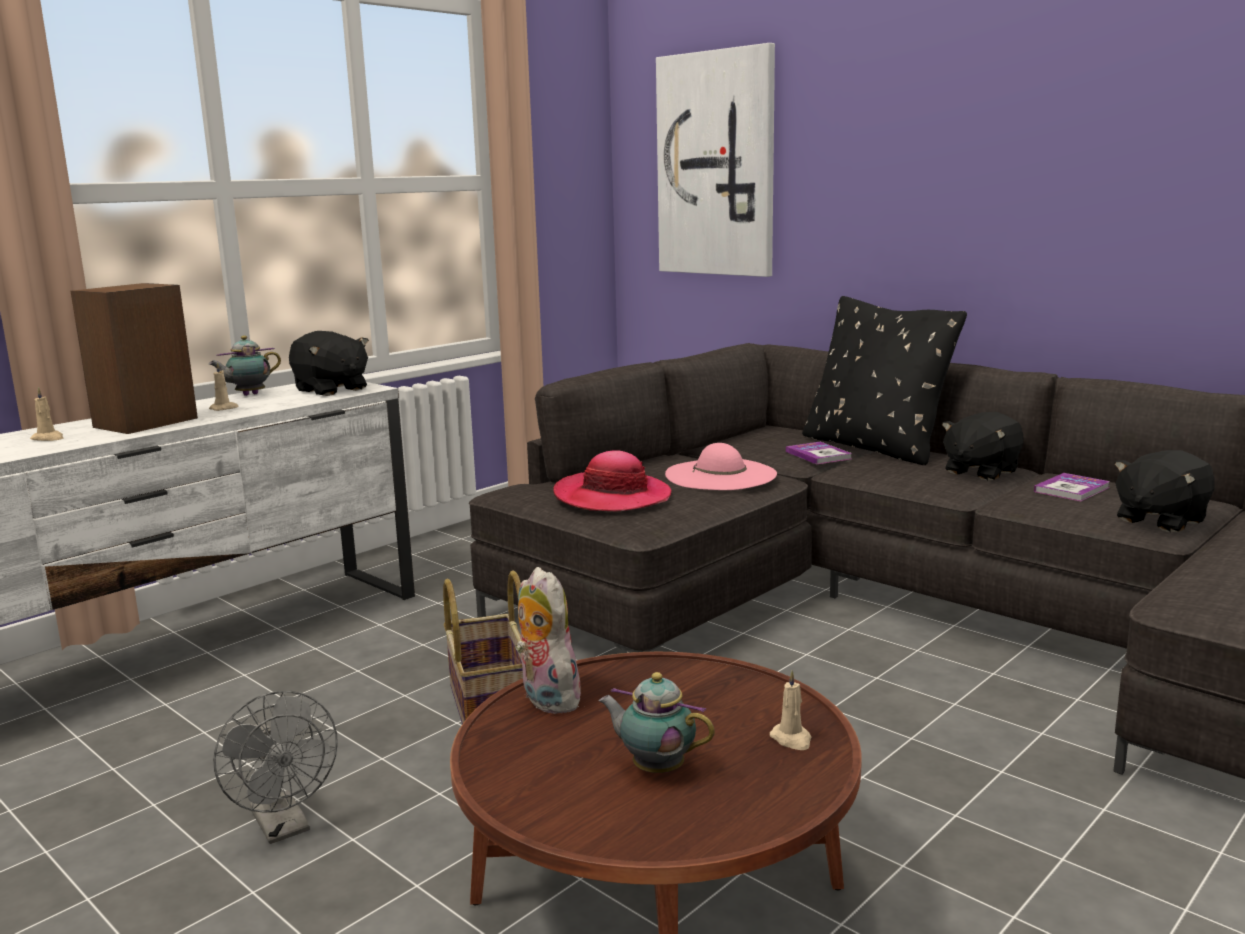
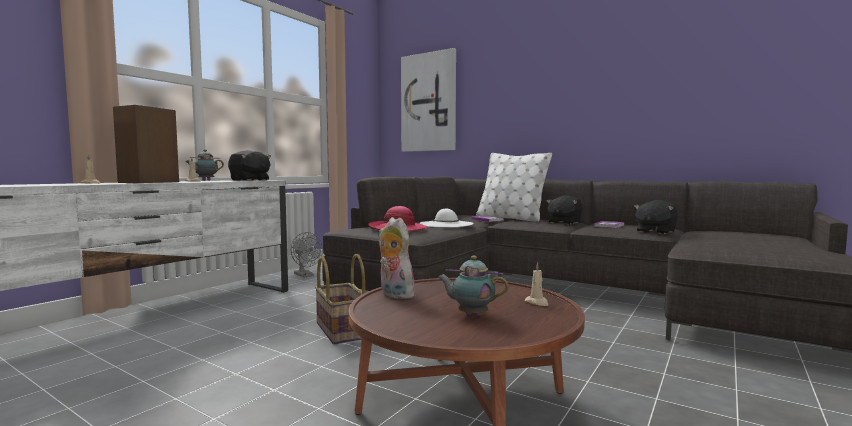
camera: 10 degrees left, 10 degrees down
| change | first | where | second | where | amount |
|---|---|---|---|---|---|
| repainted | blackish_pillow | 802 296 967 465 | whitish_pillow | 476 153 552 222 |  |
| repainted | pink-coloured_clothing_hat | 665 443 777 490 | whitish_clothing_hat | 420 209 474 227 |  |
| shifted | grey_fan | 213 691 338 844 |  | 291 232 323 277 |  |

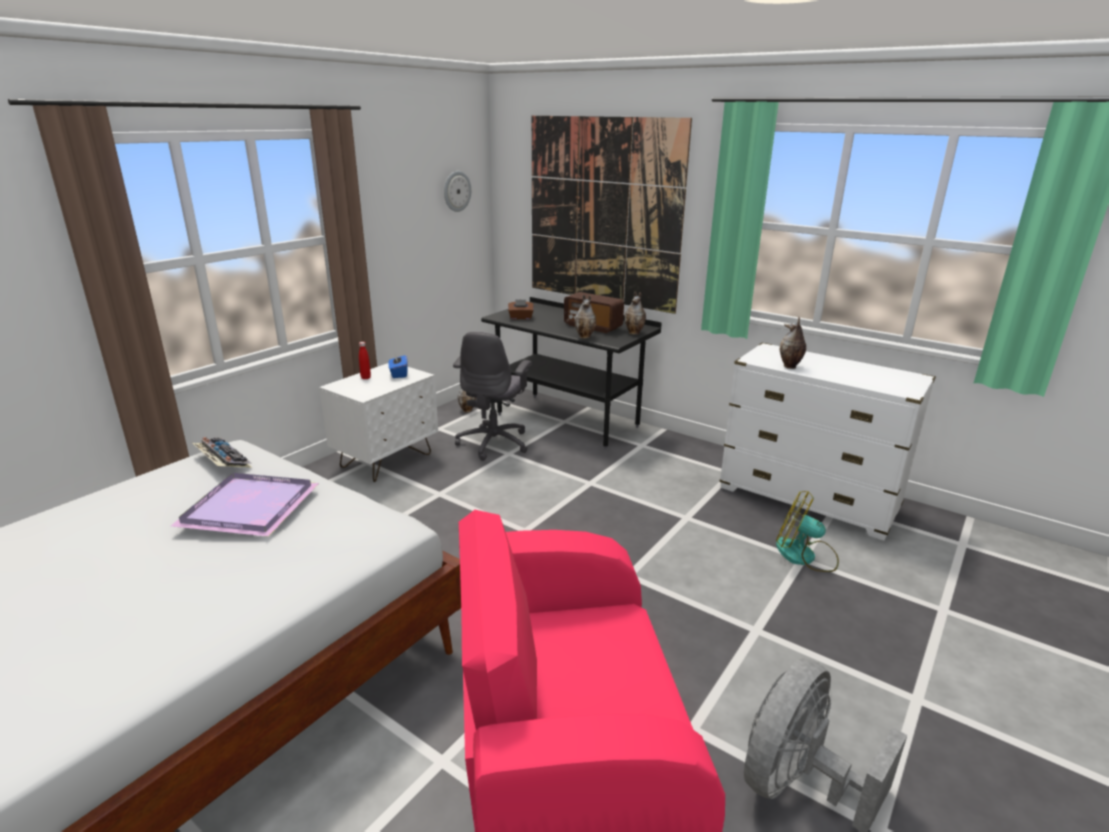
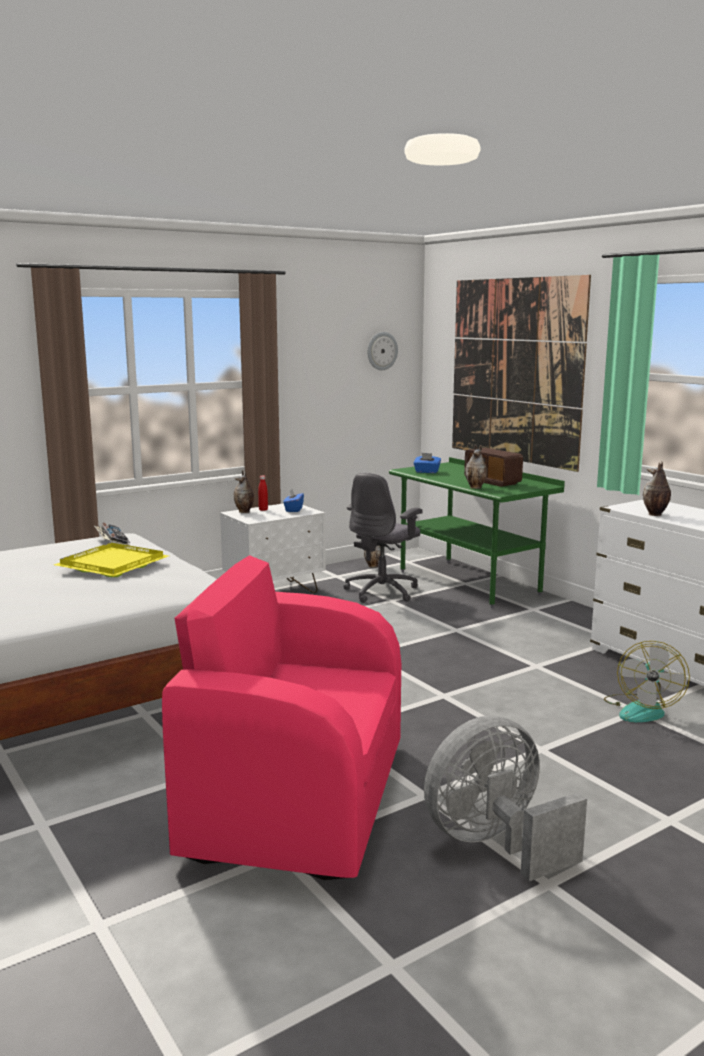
camera: 20 degrees right, 10 degrees down
| change | first | where | second | where | amount |
|---|---|---|---|---|---|
| shifted | flower_vase | 624 291 646 335 |  | 233 470 254 513 |  |
| repainted | blackish_desk_unit | 481 297 662 450 | green-coloured_desk_unit | 389 457 565 608 |  |
| repainted | brown-coloured_tissue_holder | 508 299 533 319 | bluish_tissue_holder | 414 453 441 473 |  |
| repainted | purple_carrying_tray | 171 473 319 537 | yellowish_carrying_tray | 54 543 168 577 |  |
| rotated | fan | 776 491 839 572 |  | 604 641 690 722 | 120 degrees counterclockwise |

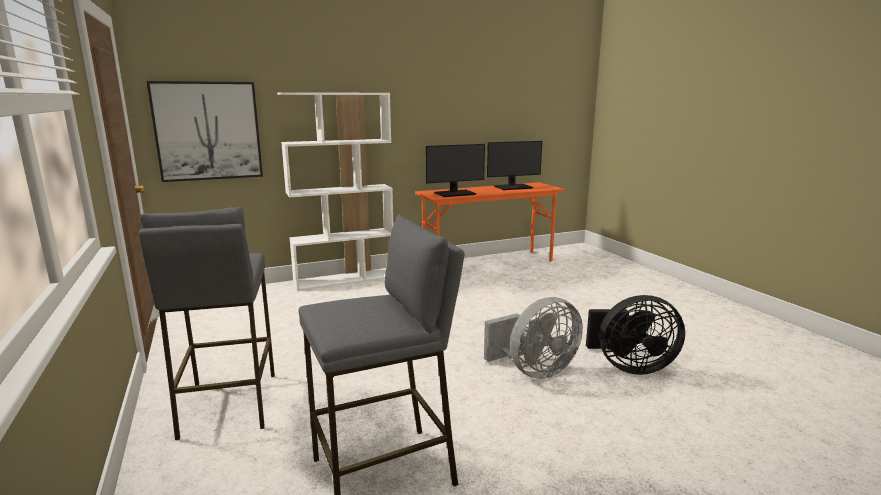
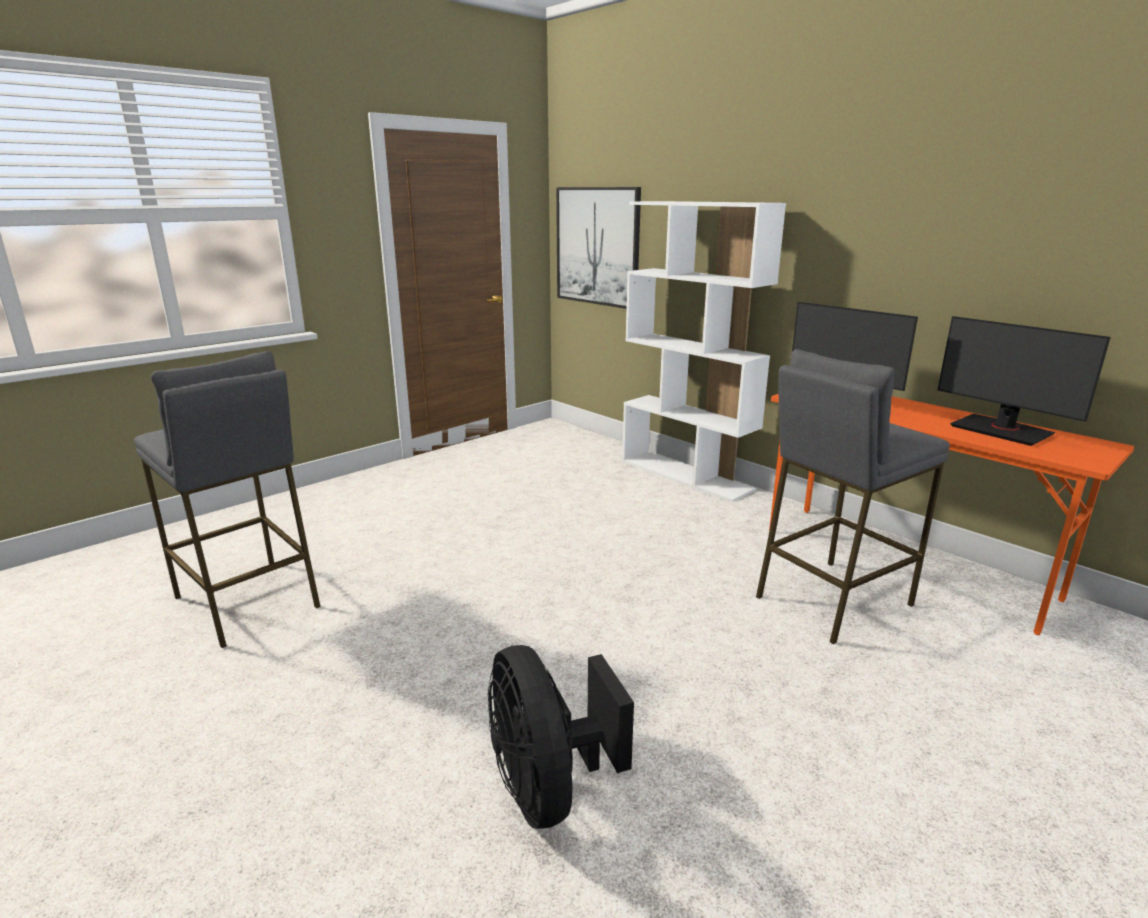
camera: 70 degrees right, 5 degrees up
| change | first | where | second | where | amount |
|---|---|---|---|---|---|
| shifted | grey_stool_seat | 139 207 275 440 |  | 756 349 950 644 |  |
| gone | grey_fan | 484 297 583 379 |  |  |  |

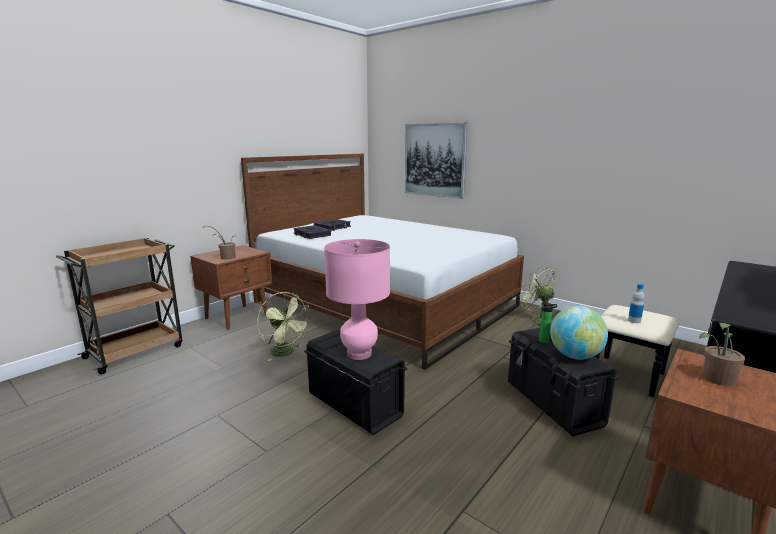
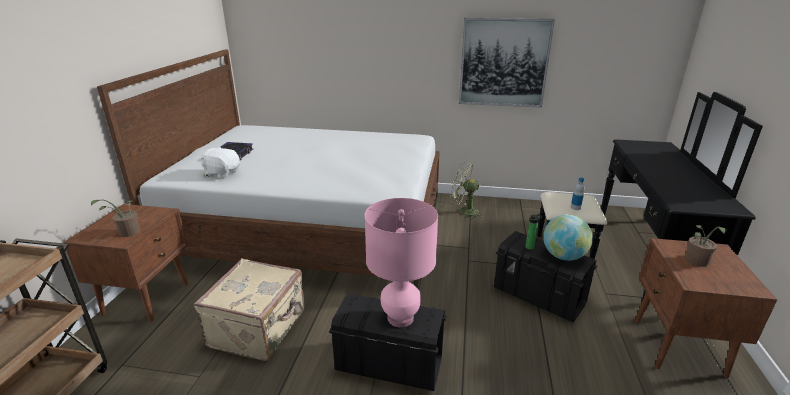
camera: 30 degrees left, 10 degrees up
| change | first | where | second | where | amount |
|---|---|---|---|---|---|
| shifted | wall_picture | 405 123 468 199 |  | 459 18 555 108 |  |
| swapped | bound_book | 293 225 331 239 | whitish_cuddly_toy | 199 147 240 179 |  |
| swapped | green-coloured_fan | 257 292 311 361 | sand-coloured_travel_case | 194 259 305 361 |  |

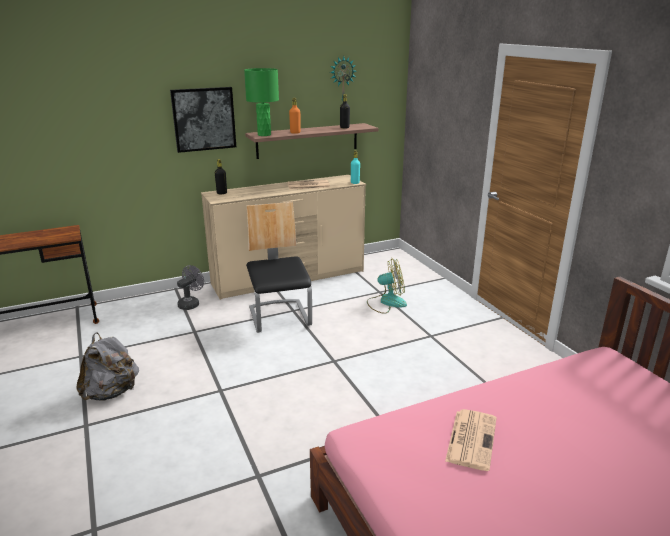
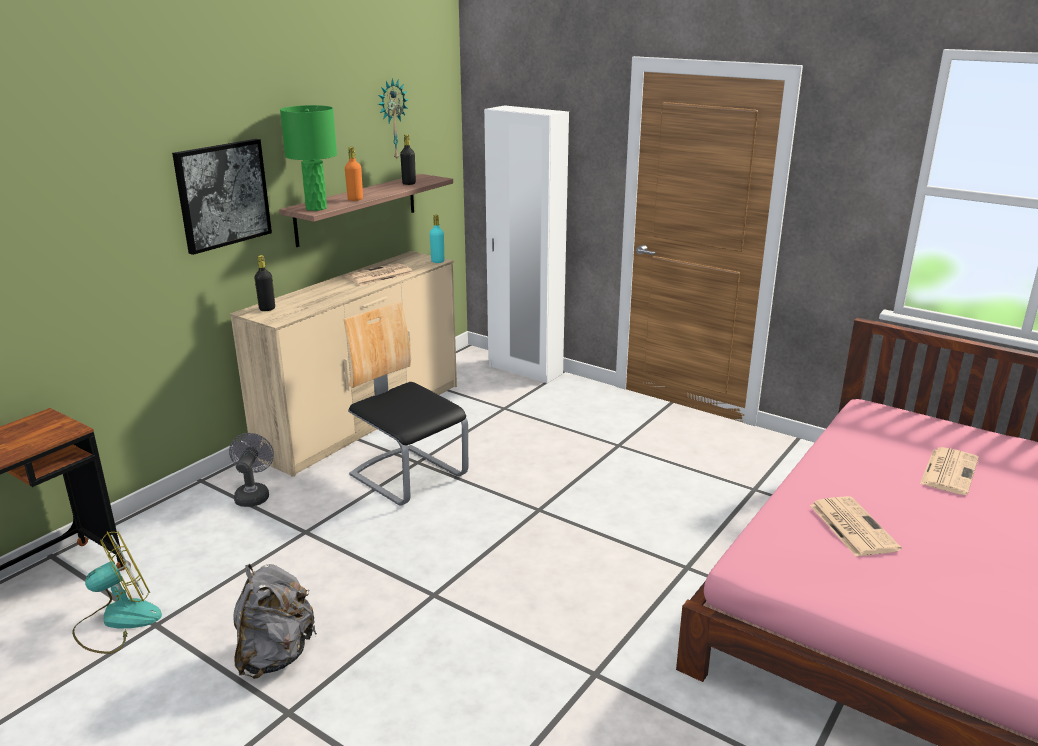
camera: 30 degrees left, 0 degrees up
| change | first | where | second | where | amount |
|---|---|---|---|---|---|
| shifted | fan | 367 258 407 314 |  | 72 531 162 654 |  |
| new |  |  | whitish_clothes_cupboard | 484 105 569 383 |  |
| new |  |  | newspaper | 920 447 979 495 |  |

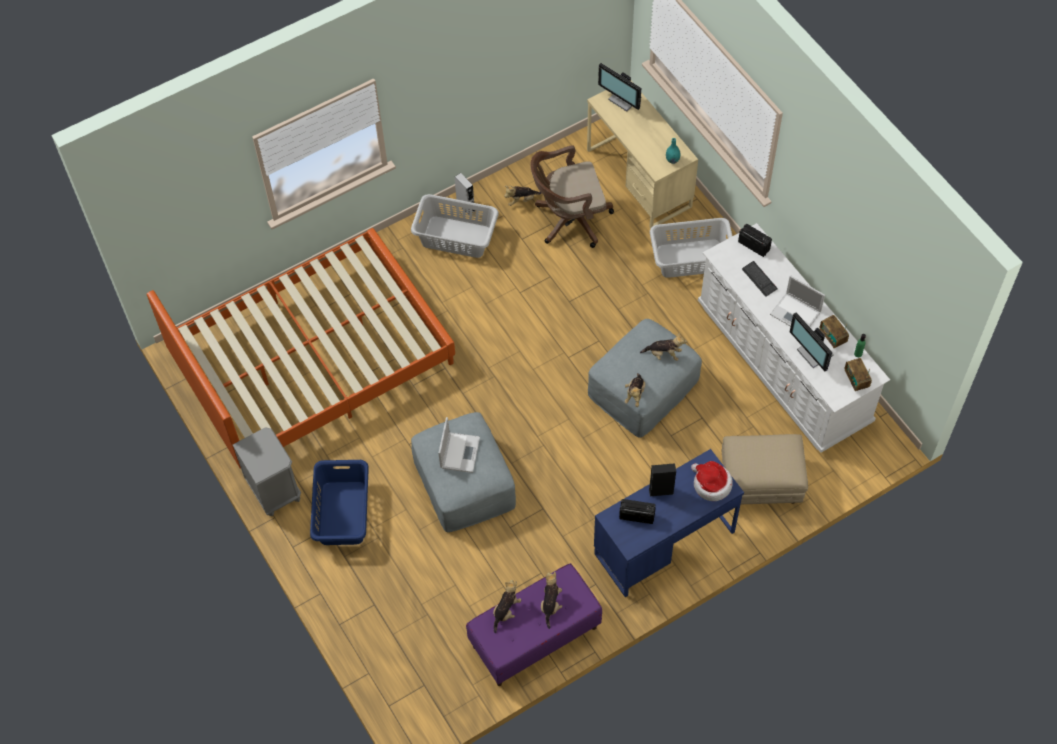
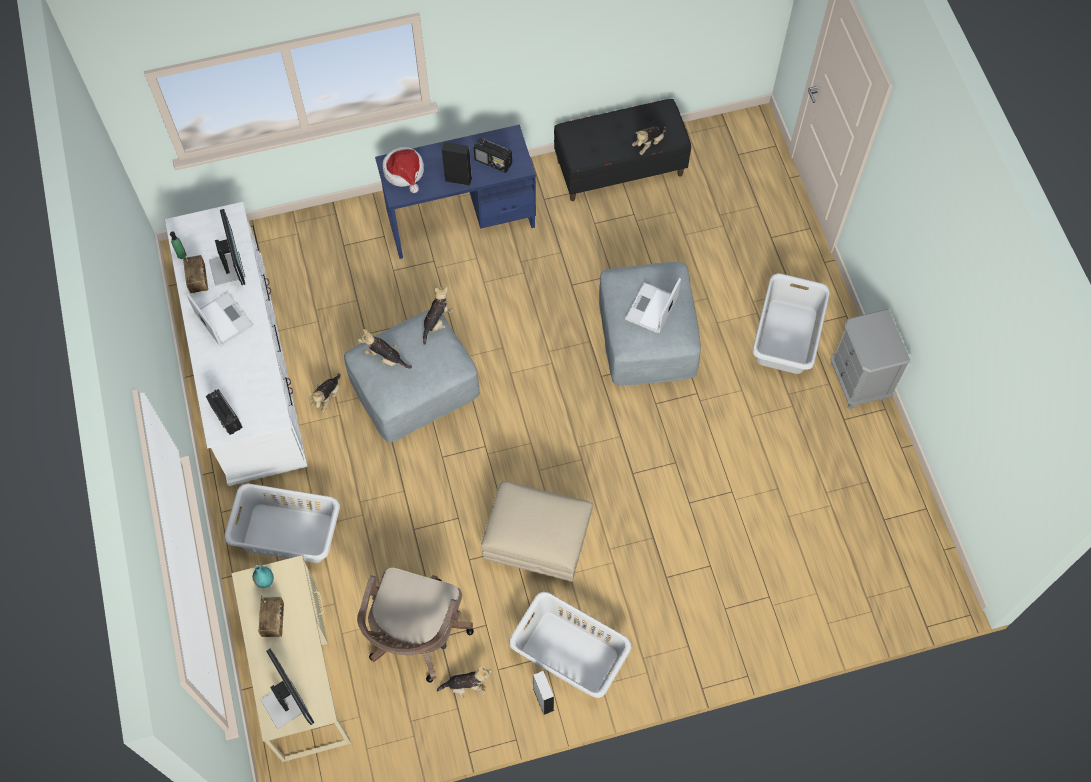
camera: 165 degrees left, 5 degrees up
| change | first | where | second | where | amount |
|---|---|---|---|---|---|
| rotated | brown-coloured_computer_chair | 530 145 614 248 |  | 357 567 474 683 | 105 degrees clockwise |
| gone | orange-coloured_bedroom_bed | 147 228 455 469 |  |  |  |
| gone | keyboard | 742 261 778 297 |  |  |  |
| shifted | radio_set | 845 358 872 391 |  | 259 595 284 637 |  |
| shifted | sand-coloured_footrest | 722 434 808 505 |  | 481 481 593 582 |  |
| repainted | bluish_washing_basket | 310 460 369 545 | grey_washing_basket | 753 273 830 374 |  |
| repainted | purple_long_seat | 466 563 602 686 | blackish_long_seat | 554 99 691 201 |  |
| shifted | cuddly_toy | 541 572 563 629 |  | 310 373 340 413 |  |

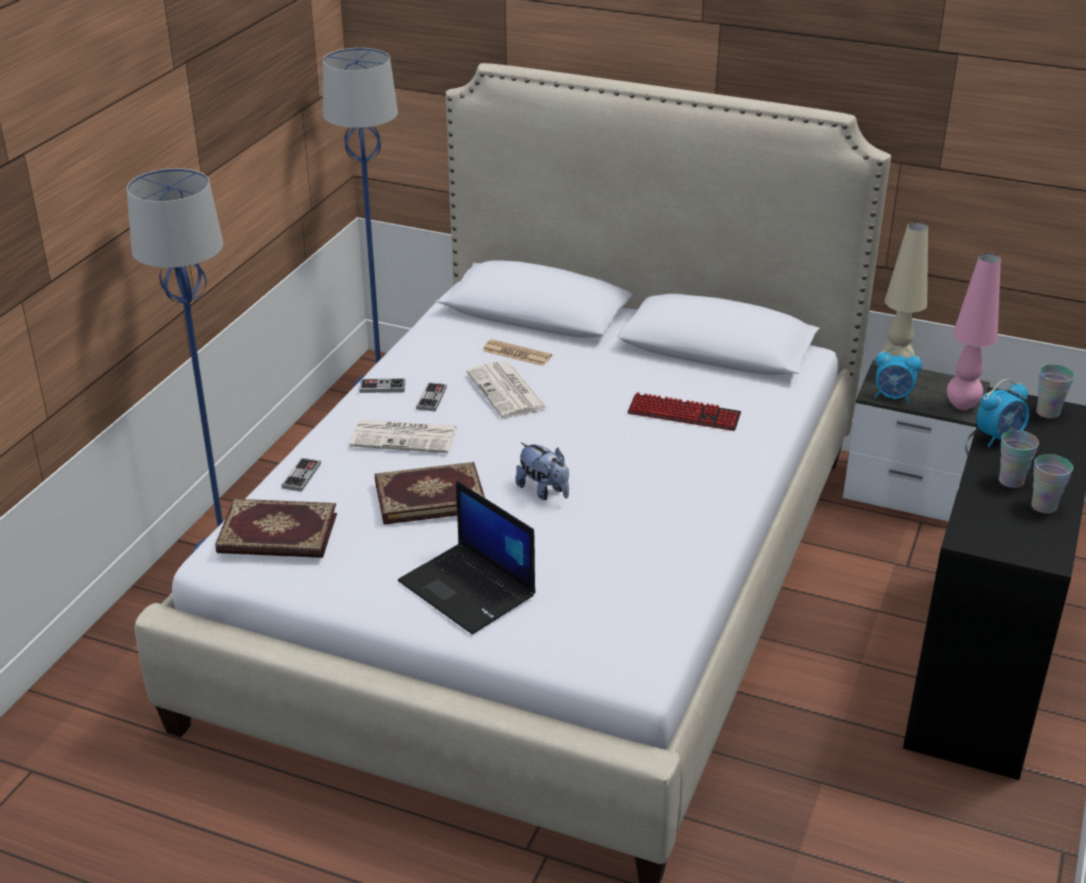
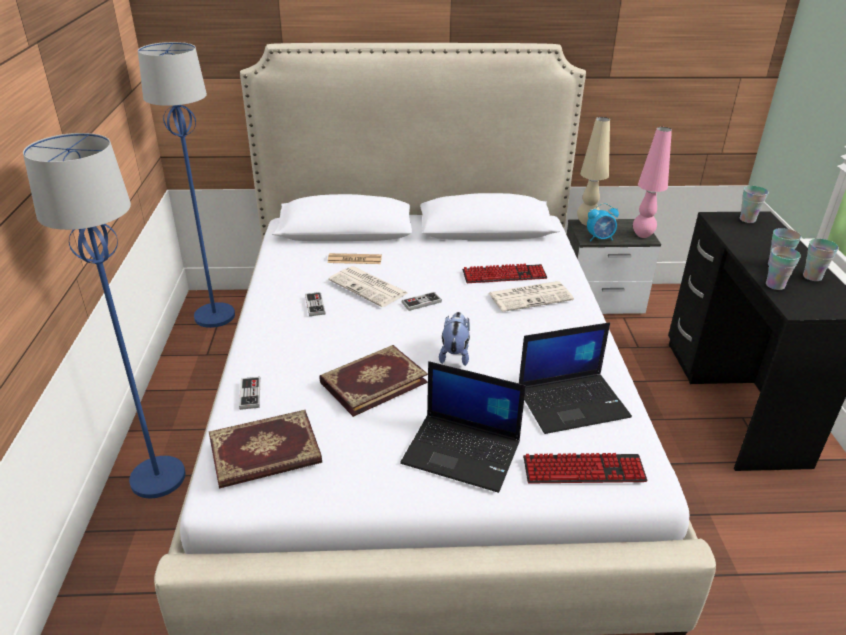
camera: 25 degrees left, 0 degrees up
| change | first | where | second | where | amount |
|---|---|---|---|---|---|
| shifted | gamepad | 359 378 406 393 |  | 401 292 442 311 |  |
| gone | bedside_clock | 977 379 1029 447 |  |  |  |
| shifted | newspaper | 350 419 457 453 |  | 489 281 574 312 |  |
| rotated | cuddly_toy | 515 442 569 500 |  | 439 312 470 366 | 105 degrees counterclockwise |
| new |  |  | drinking_cup | 766 246 801 290 |  |
| new |  |  | portable_computer | 519 322 632 434 |  |
| new |  |  | keyboard | 523 453 648 484 |  |

